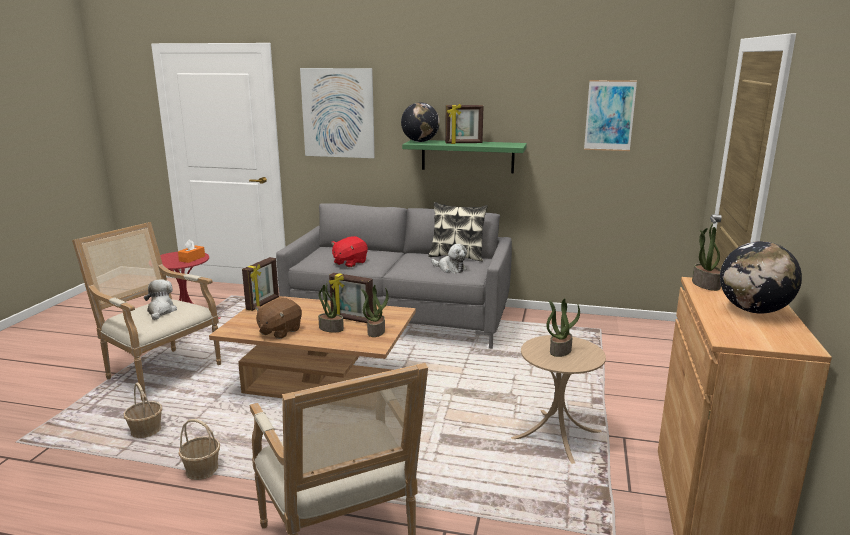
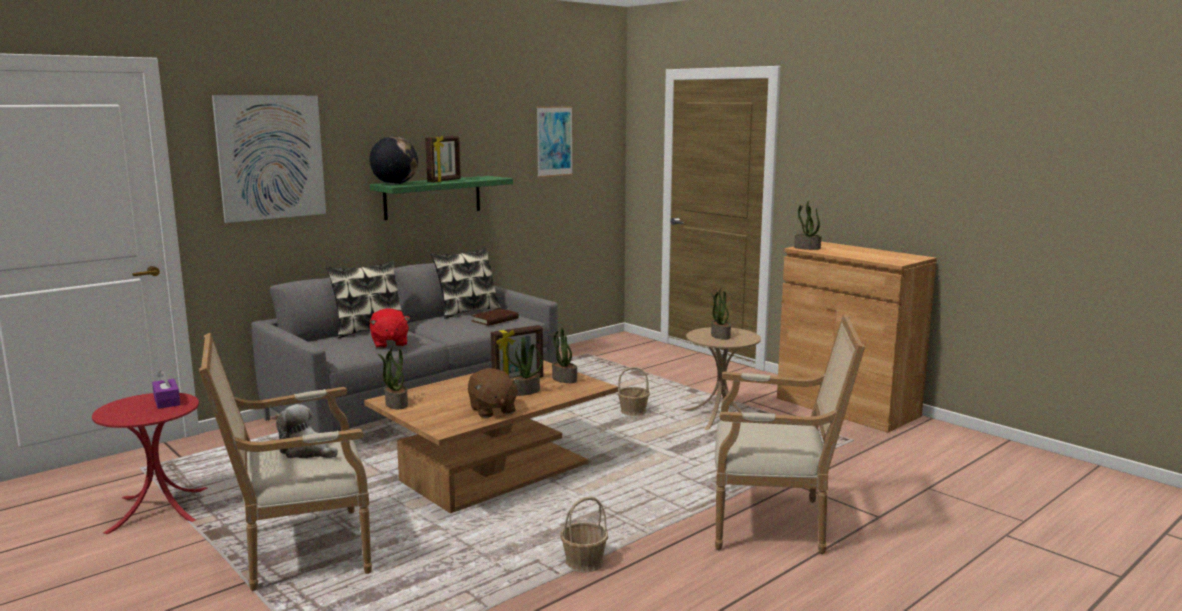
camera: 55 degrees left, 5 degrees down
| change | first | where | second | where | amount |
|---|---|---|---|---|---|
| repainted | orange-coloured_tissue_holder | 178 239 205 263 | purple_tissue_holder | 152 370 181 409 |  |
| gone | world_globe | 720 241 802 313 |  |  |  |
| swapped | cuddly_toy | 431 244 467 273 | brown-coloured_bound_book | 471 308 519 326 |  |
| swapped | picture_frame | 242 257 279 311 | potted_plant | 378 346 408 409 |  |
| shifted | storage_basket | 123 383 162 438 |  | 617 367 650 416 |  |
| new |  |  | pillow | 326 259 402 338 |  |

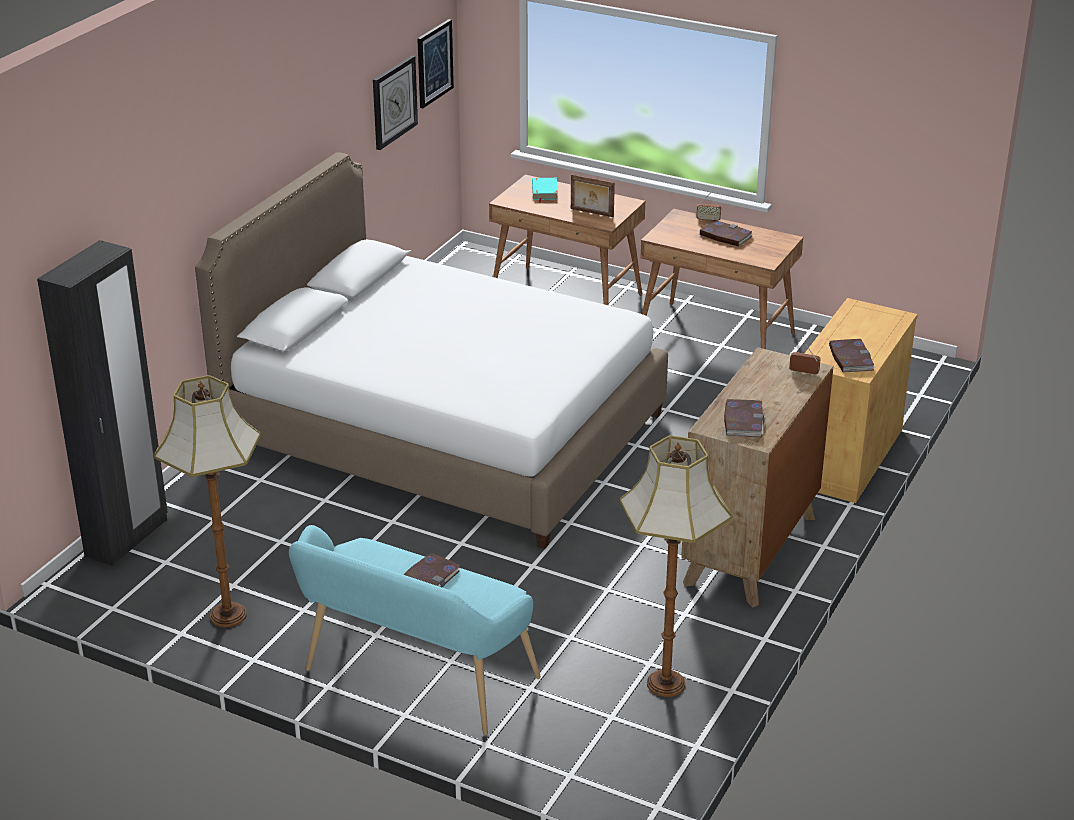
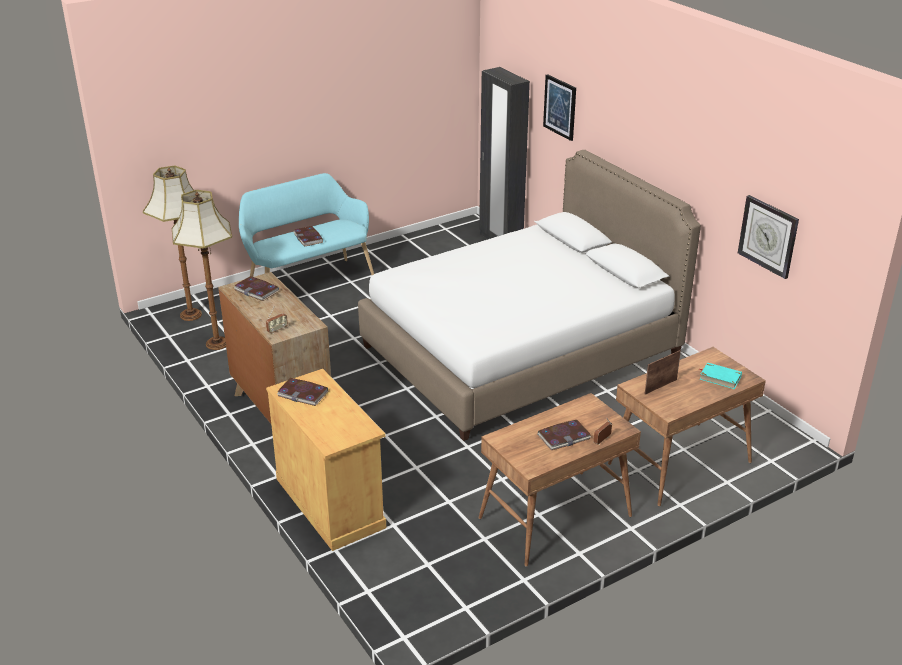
camera: 120 degrees right, 0 degrees up
| change | first | where | second | where | amount |
|---|---|---|---|---|---|
| shifted | wall_picture | 417 19 454 108 |  | 543 74 576 141 |  |
| shifted | standard_lamp | 154 375 261 627 |  | 143 166 202 321 |  |

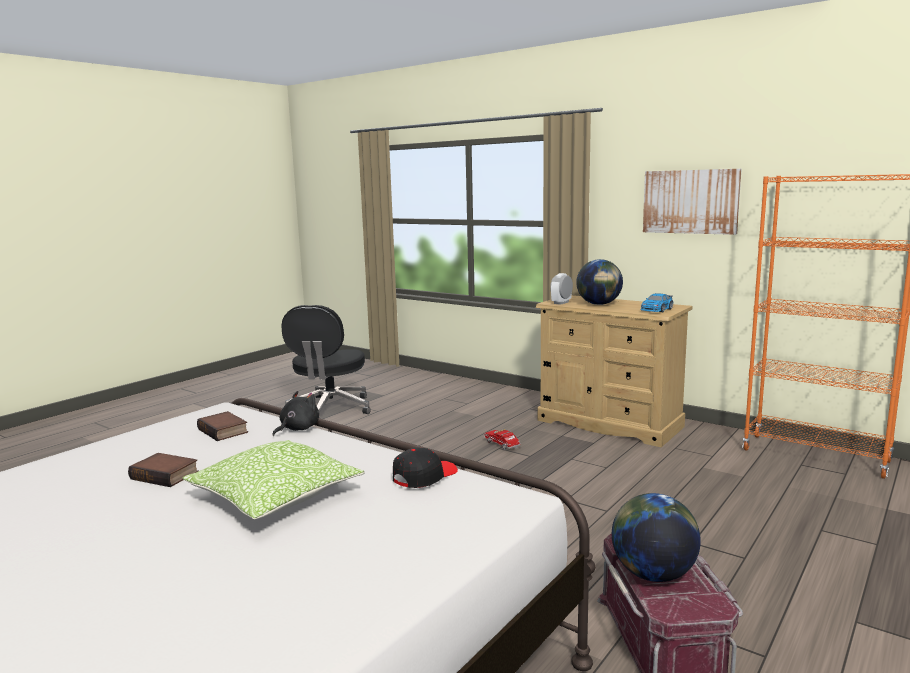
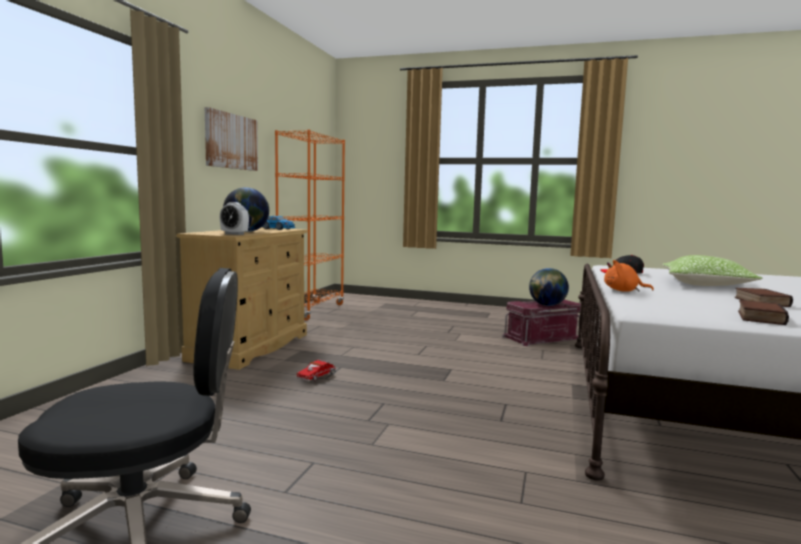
camera: 110 degrees left, 5 degrees down
| change | first | where | second | where | amount |
|---|---|---|---|---|---|
| repainted | blackish_cuddly_toy | 272 391 319 436 | orange-coloured_cuddly_toy | 604 260 654 292 |  |
| shifted | bound_book | 197 411 248 441 |  | 738 300 789 325 |  |

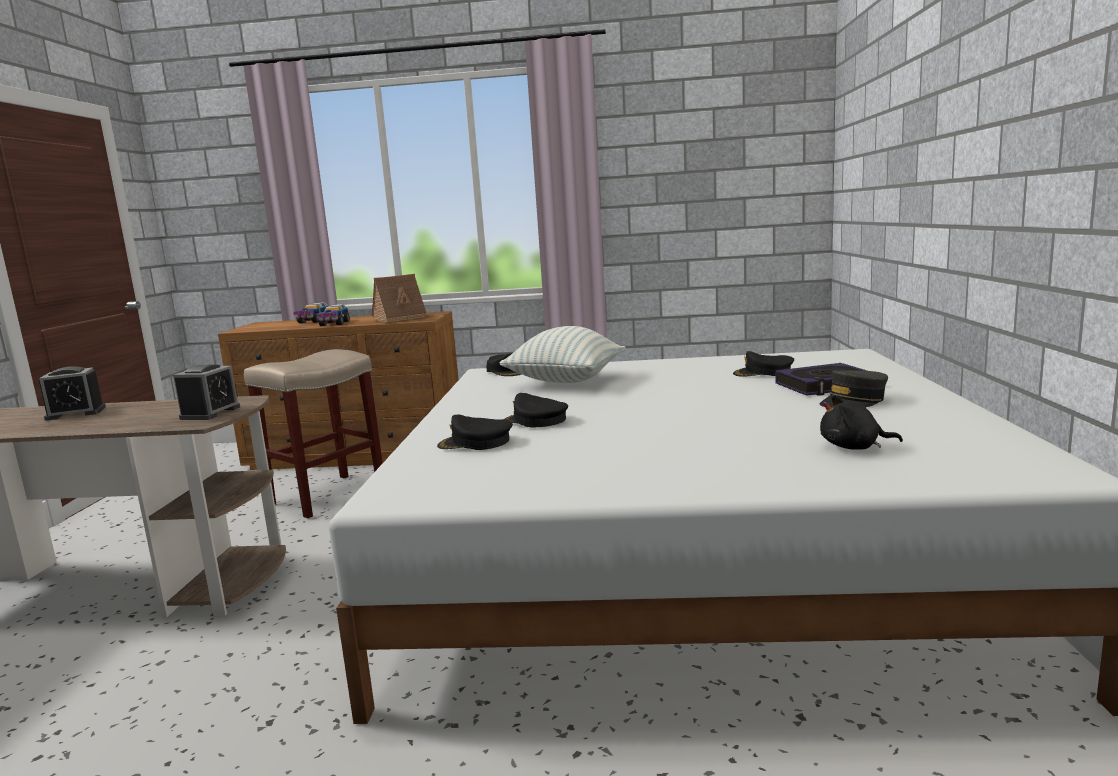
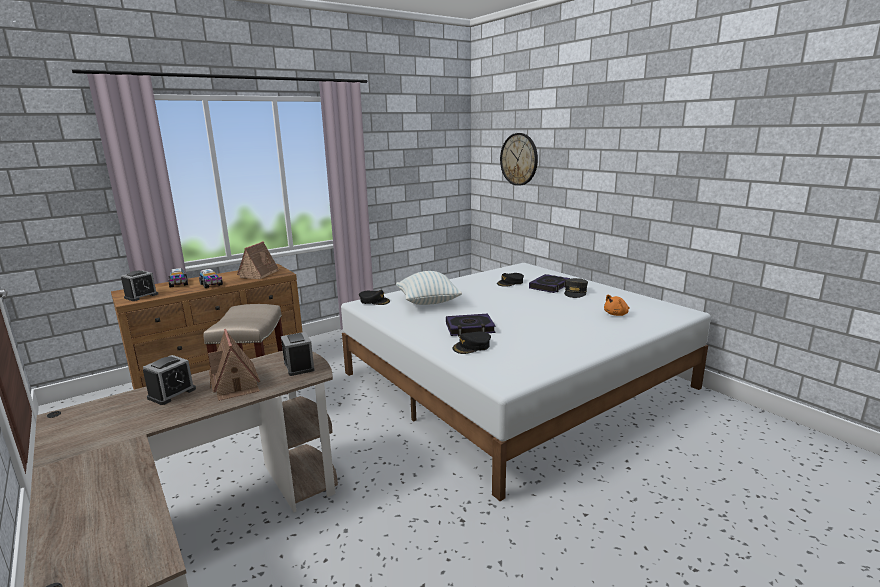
camera: 40 degrees left, 5 degrees up
| change | first | where | second | where | amount |
|---|---|---|---|---|---|
| swapped | blackish_baseball_cap | 505 393 568 427 | bound_book | 446 314 495 337 |  |
| repainted | blackish_cuddly_toy | 820 395 903 450 | orange-coloured_cuddly_toy | 604 294 630 316 |  |
| new |  |  | hanging_clock | 500 133 538 186 |  |
| new |  |  | bedside_clock | 121 271 158 301 |  |
| new |  |  | miniature_house | 208 329 260 401 |  |

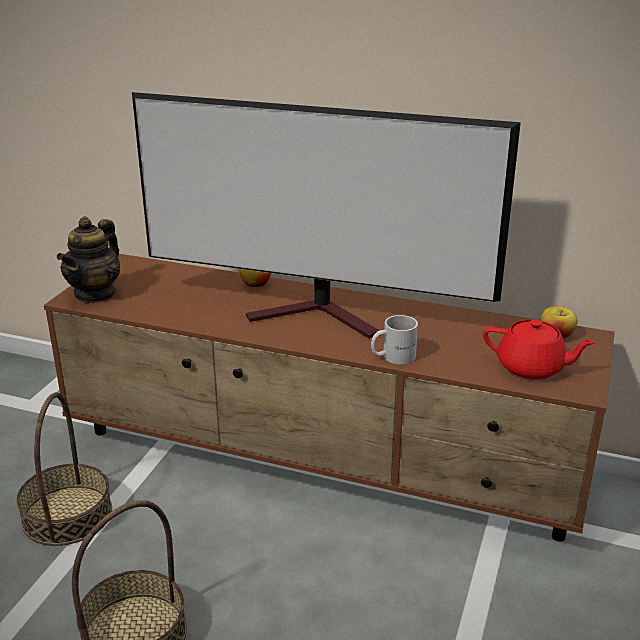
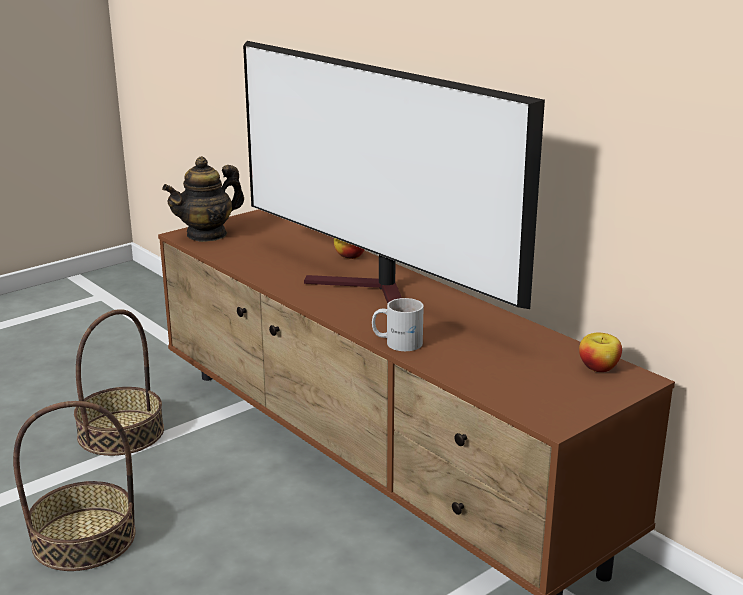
camera: 30 degrees right, 5 degrees down
| change | first | where | second | where | amount |
|---|---|---|---|---|---|
| gone | red_tea_pot | 483 319 596 380 |  |  |  |

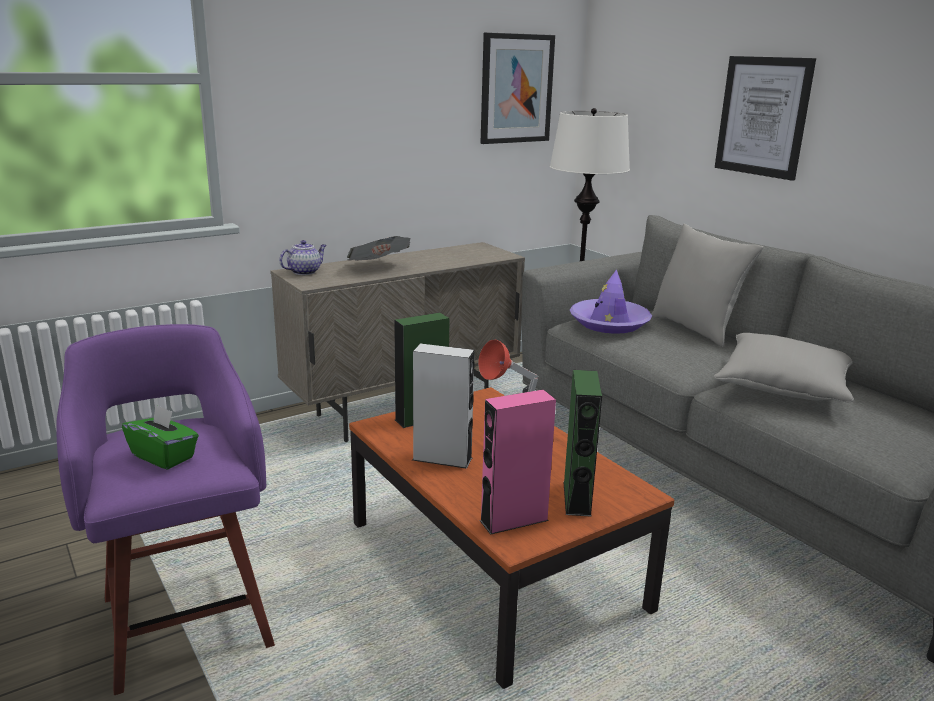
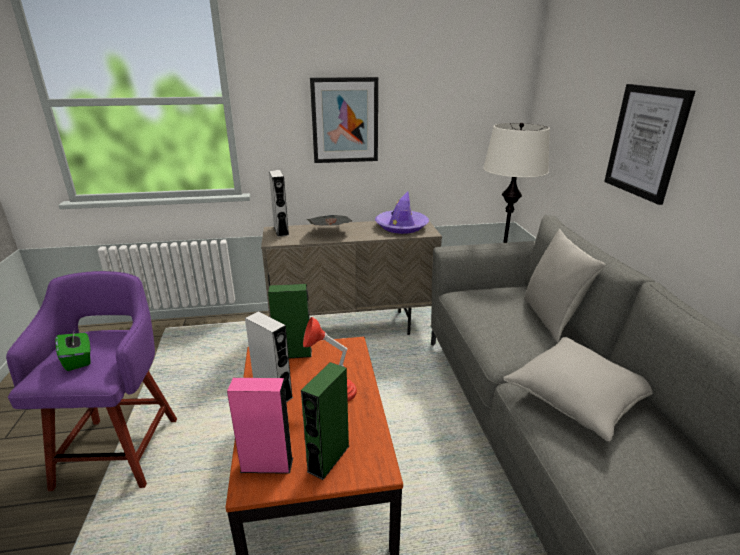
camera: 25 degrees right, 5 degrees up
| change | first | where | second | where | amount |
|---|---|---|---|---|---|
| shifted | wall_picture | 480 32 555 144 |  | 310 77 378 163 |  |
| swapped | tea_pot | 279 240 326 275 | grey_loudspeaker | 269 170 289 237 |  |
| shifted | purple_clothing_hat | 569 269 652 334 |  | 375 192 429 234 |  |

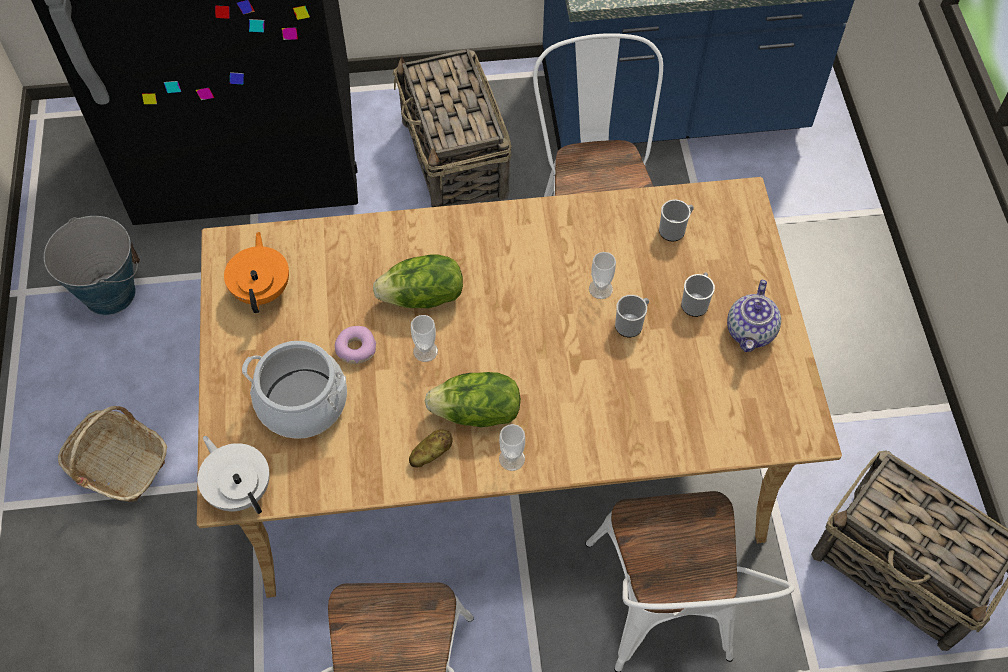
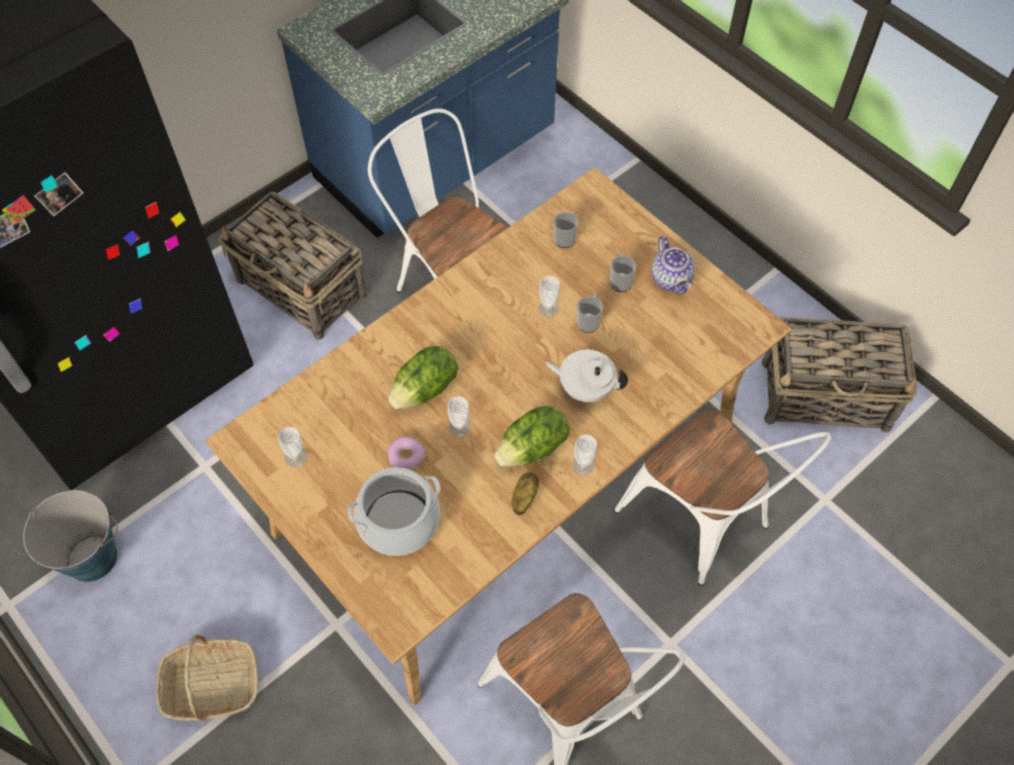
camera: 35 degrees left, 0 degrees up
| change | first | where | second | where | amount |
|---|---|---|---|---|---|
| swapped | orange-coloured_tea_pot | 224 232 289 313 | drinking_cup | 278 427 307 467 |  |
| shifted | whitish_tea_pot | 198 436 270 514 |  | 545 350 628 402 |  |

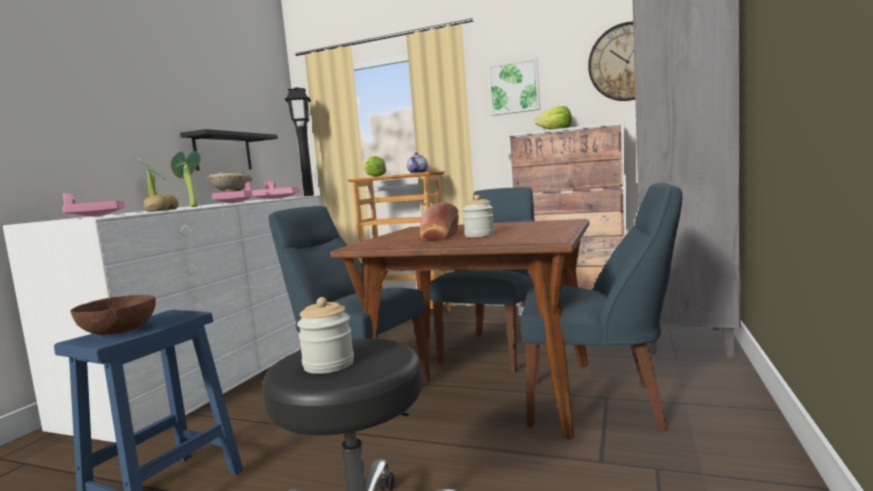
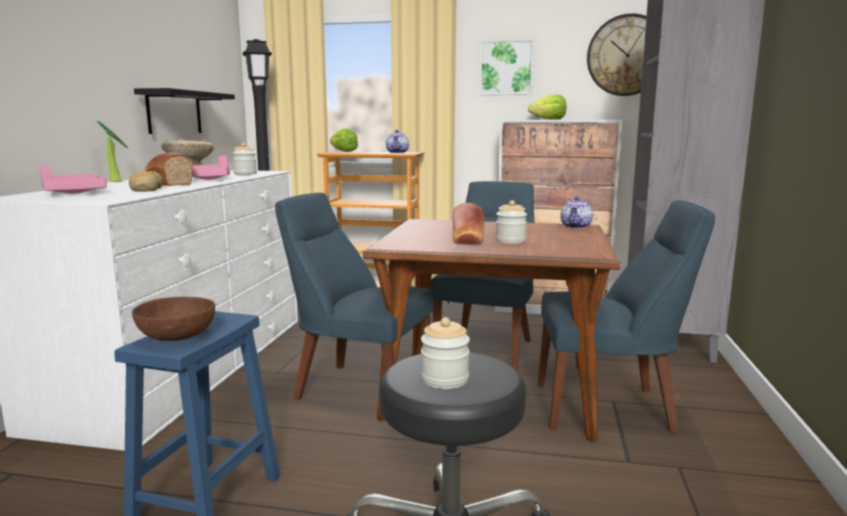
camera: 10 degrees left, 5 degrees up
| change | first | where | second | where | amount |
|---|---|---|---|---|---|
| swapped | potted_plant | 171 151 201 207 | bakery_bread | 144 153 193 186 |  |
| swapped | pink-coloured_carrying_tray | 252 181 299 199 | jar | 232 143 257 175 |  |
| new |  |  | tea_pot | 560 196 593 229 |  |

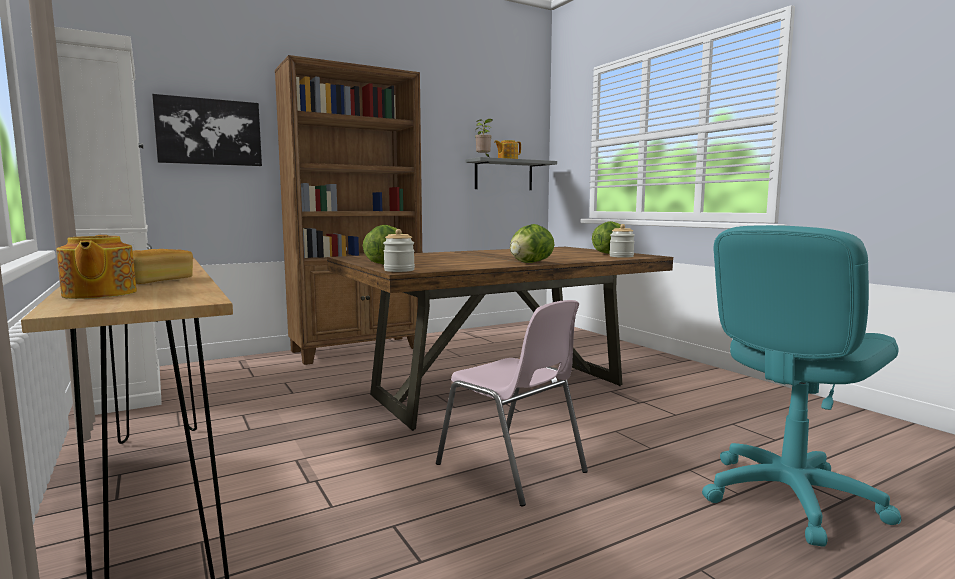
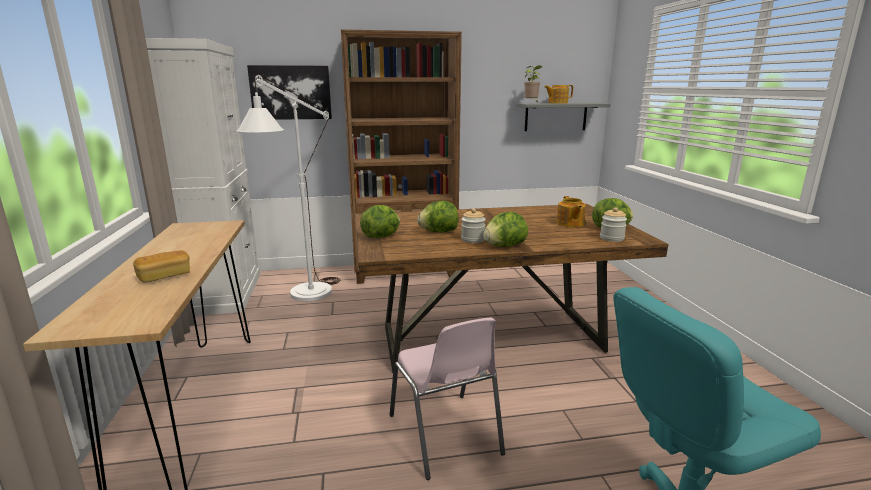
camera: 20 degrees right, 10 degrees up
| change | first | where | second | where | amount |
|---|---|---|---|---|---|
| shifted | jar | 383 229 415 272 |  | 461 208 486 243 |  |
| shifted | tea_pot | 56 235 137 299 |  | 557 196 586 227 |  |
| new |  |  | whitish_standard_lamp | 236 75 340 301 |  |
| new |  |  | lettuce | 417 201 458 232 |  |

